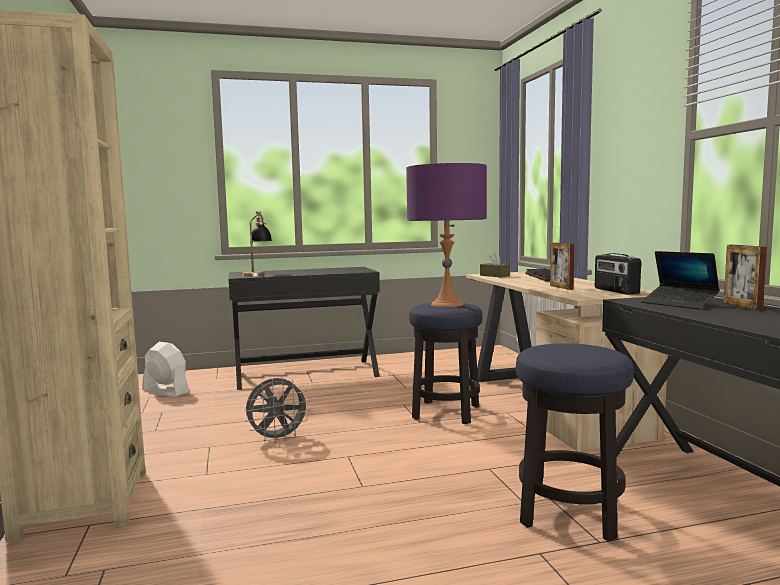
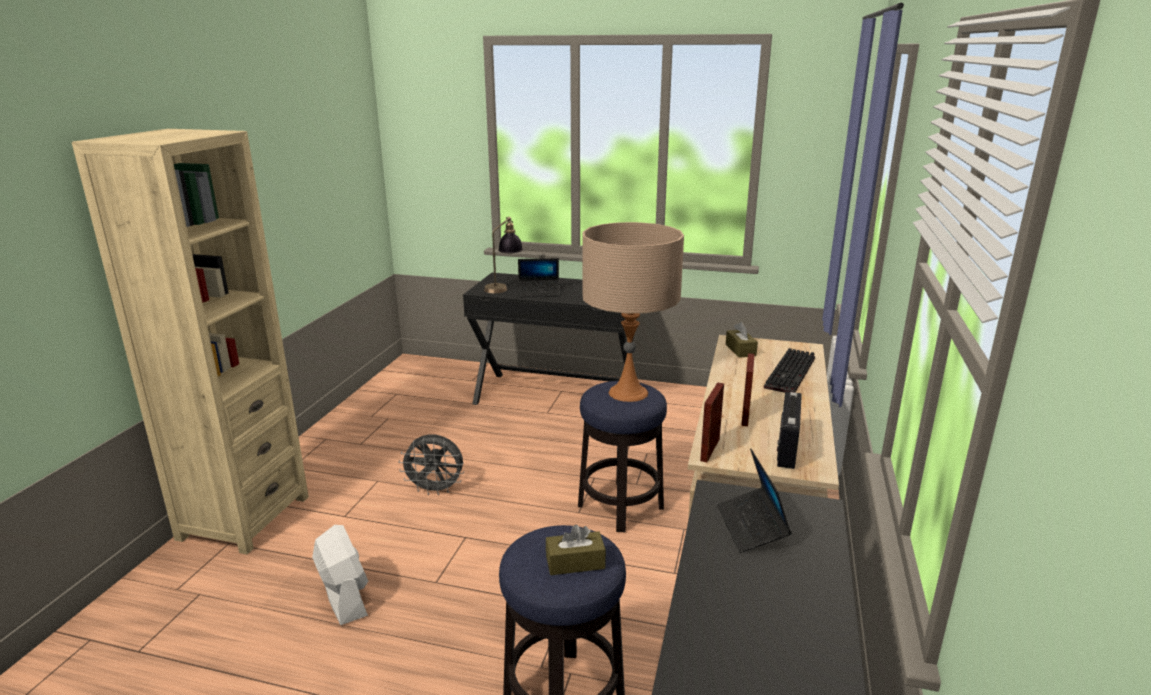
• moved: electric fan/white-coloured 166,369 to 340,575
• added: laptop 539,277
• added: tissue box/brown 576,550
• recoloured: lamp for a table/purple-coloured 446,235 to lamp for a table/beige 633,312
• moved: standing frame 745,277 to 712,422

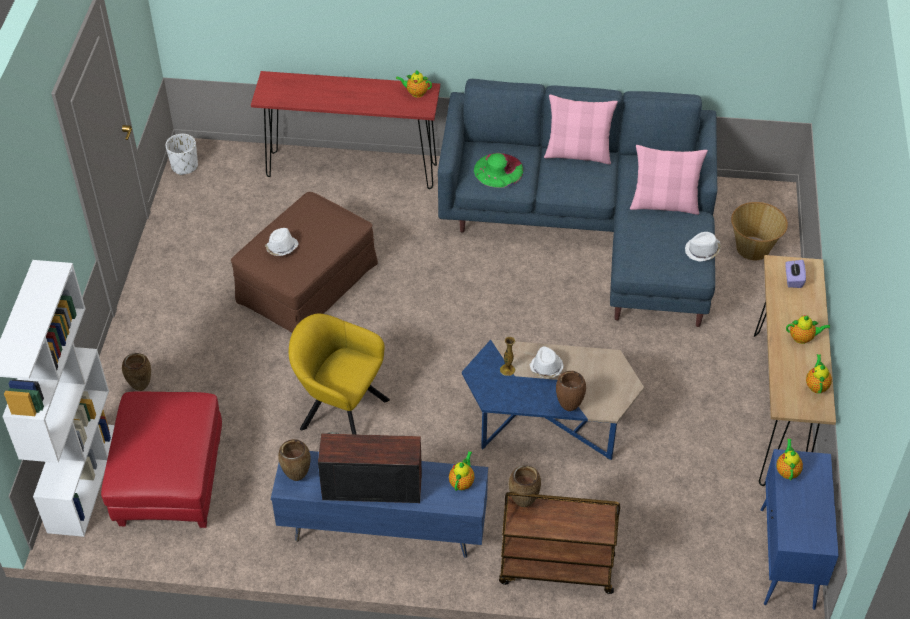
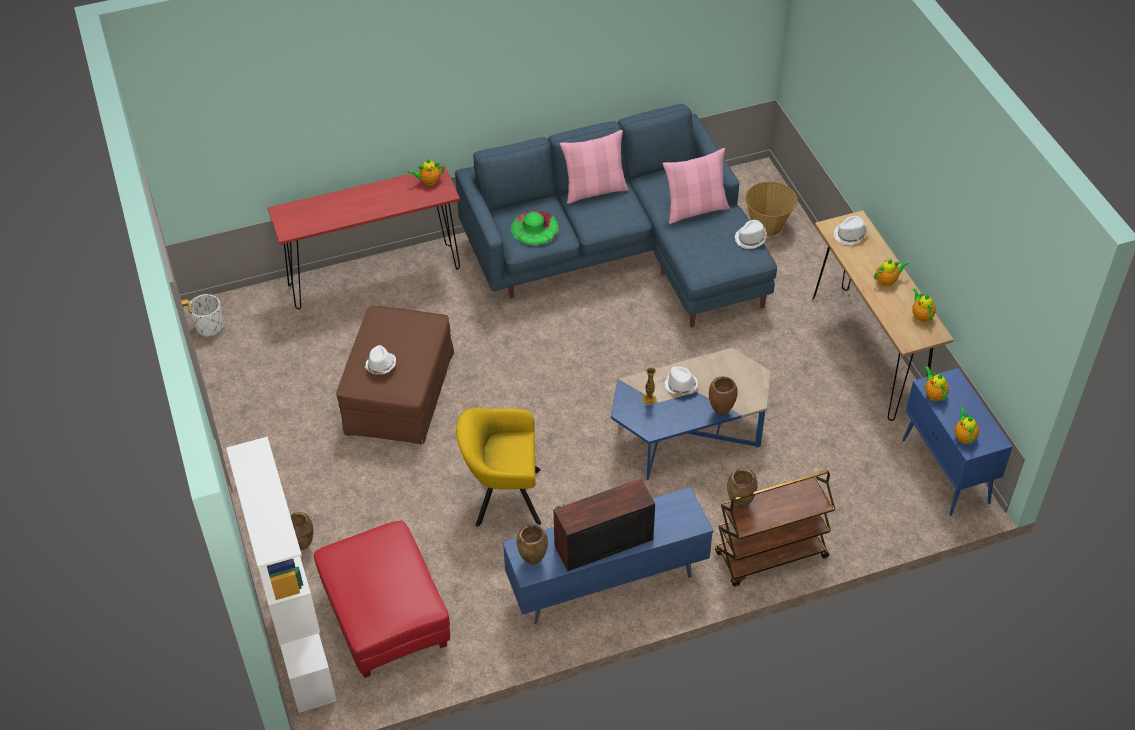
• replaced: tissue box/purple-coloured 795,274 to wearable hat/white-coloured 850,230
• moved: teapot 462,471 to 966,425

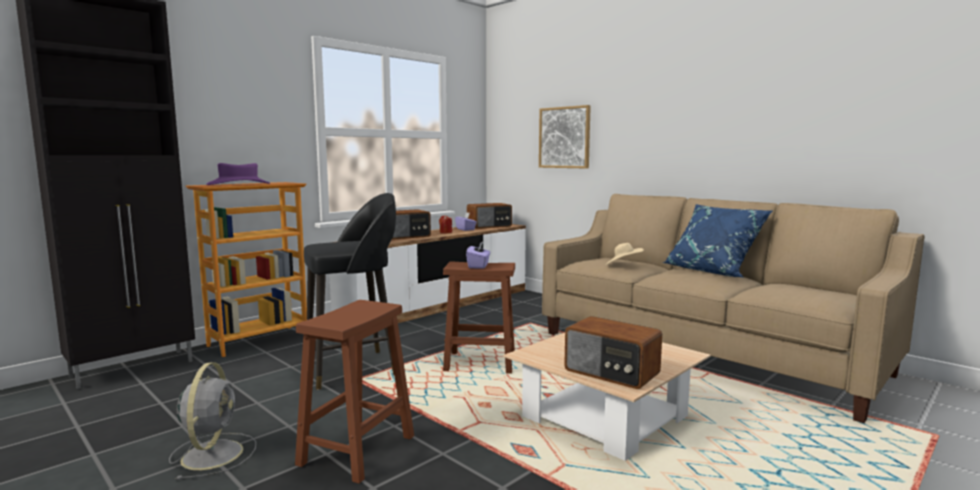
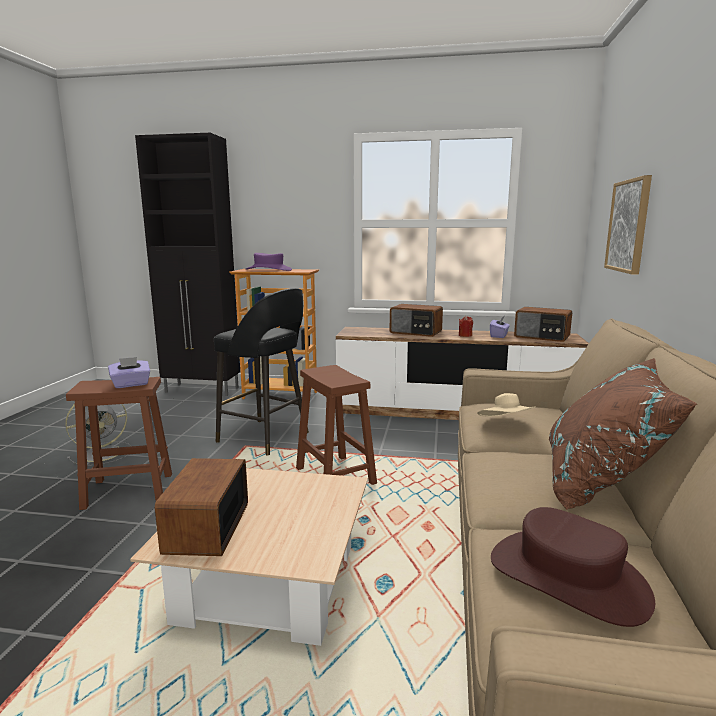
• moved: tissue box/purple-coloured 478,255 to 129,372
• added: wearable hat/brown 573,567
• recoloured: cushion/bluish 718,241 to cushion/brown 623,434

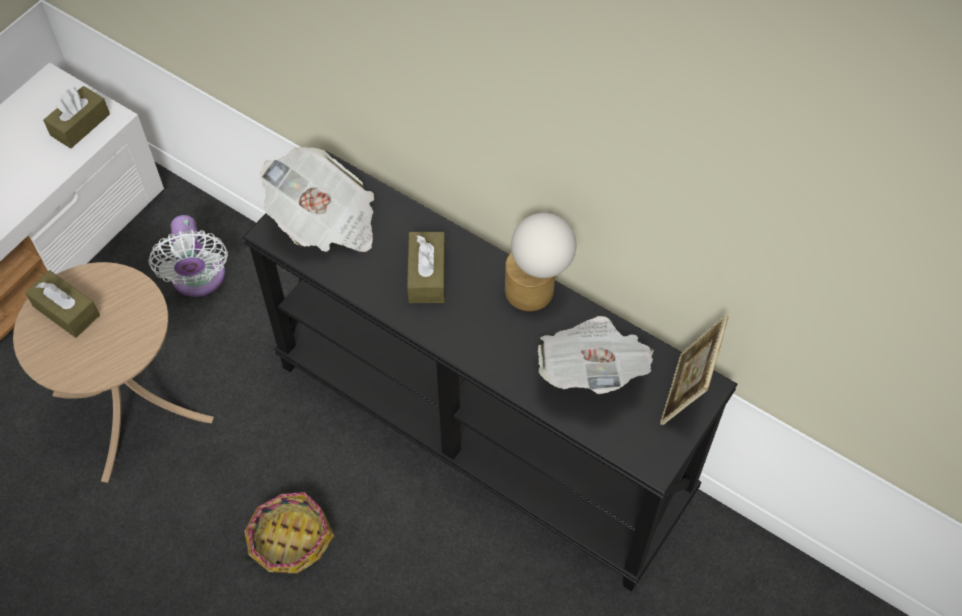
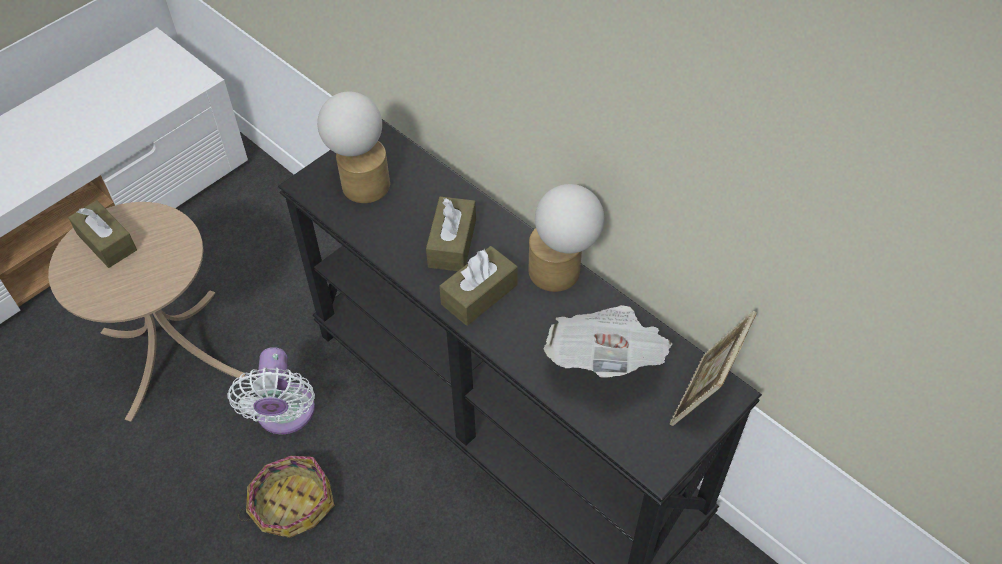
• moved: electric fan/white-coloured 188,256 to 271,391
• replaced: daily paper 317,199 to lamp for a table 353,147
• moved: tissue box/brown 76,117 to 478,286

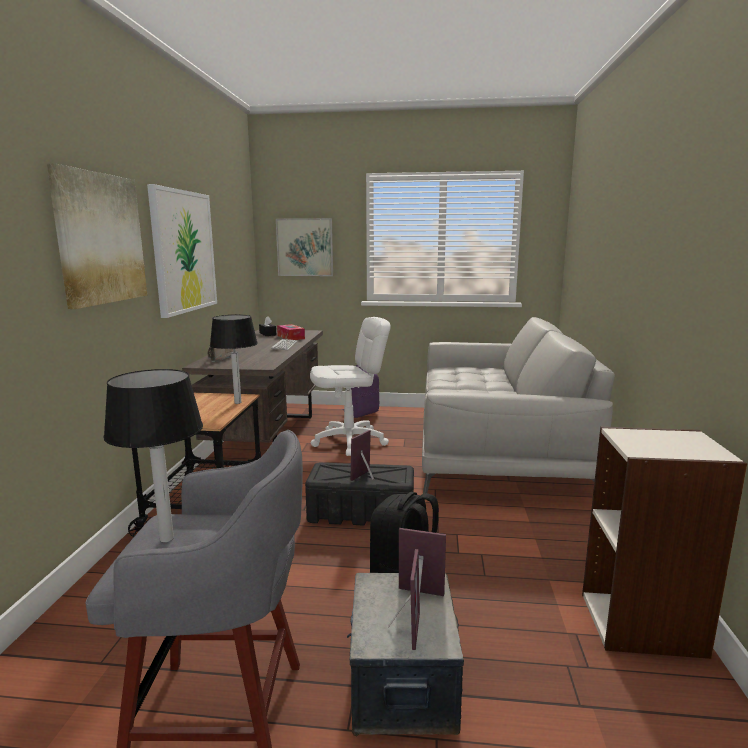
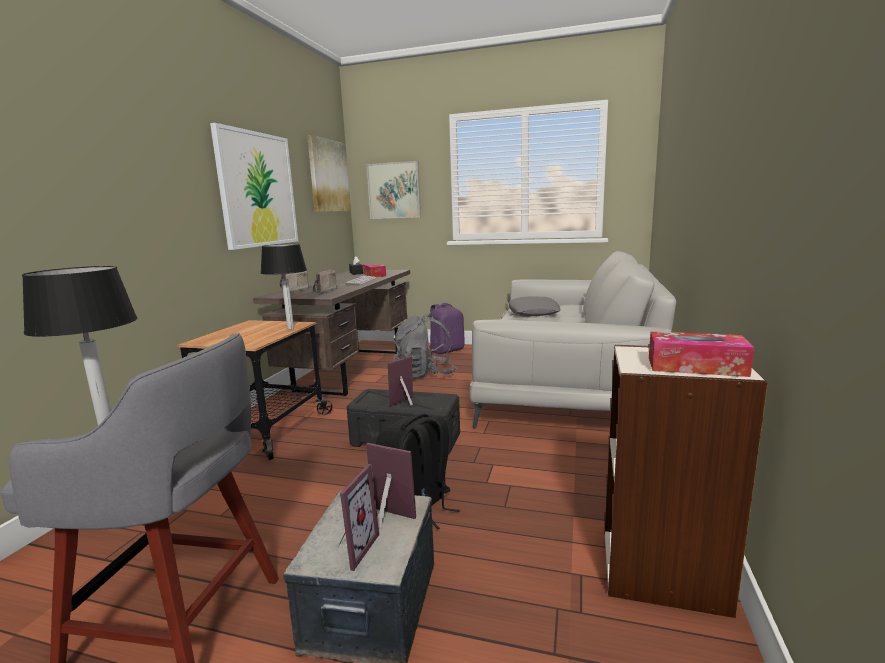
• moved: picture 97,236 to 329,173
• added: radio 325,282
• replaced: office chair/white-coloured 350,386 to knapsack/grey 425,346
• added: cushion/grey 534,306
• added: tissue box 701,354

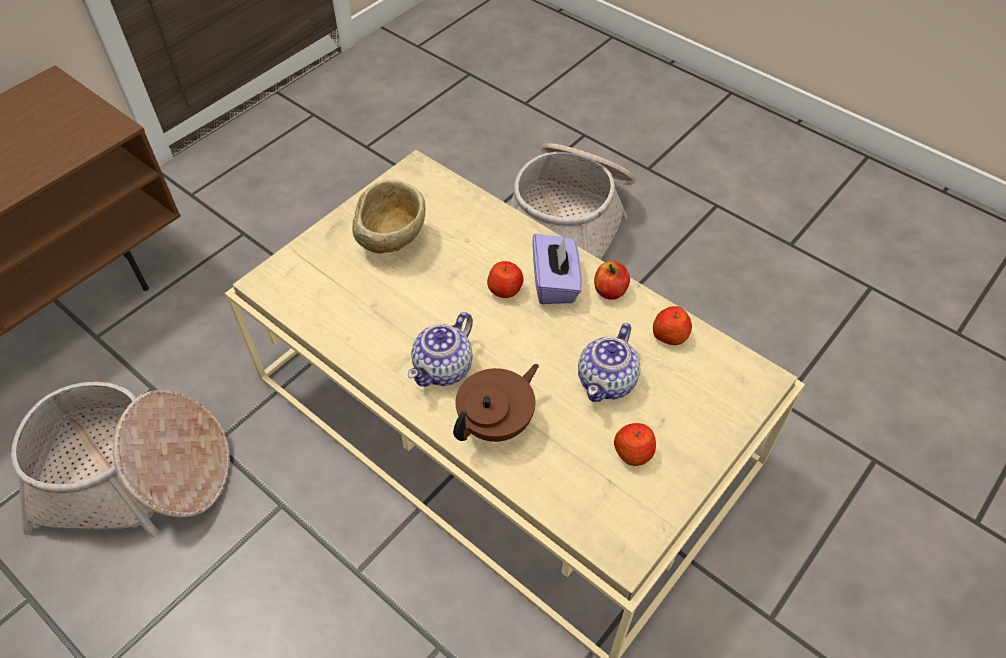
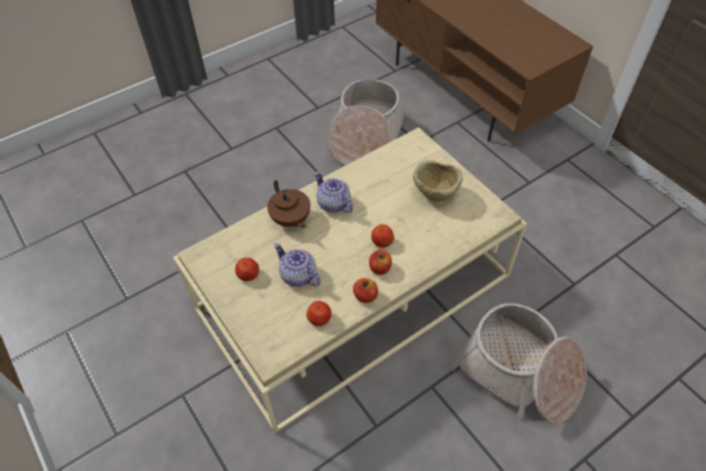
• replaced: tissue box/purple-coloured 557,268 to apple 380,262

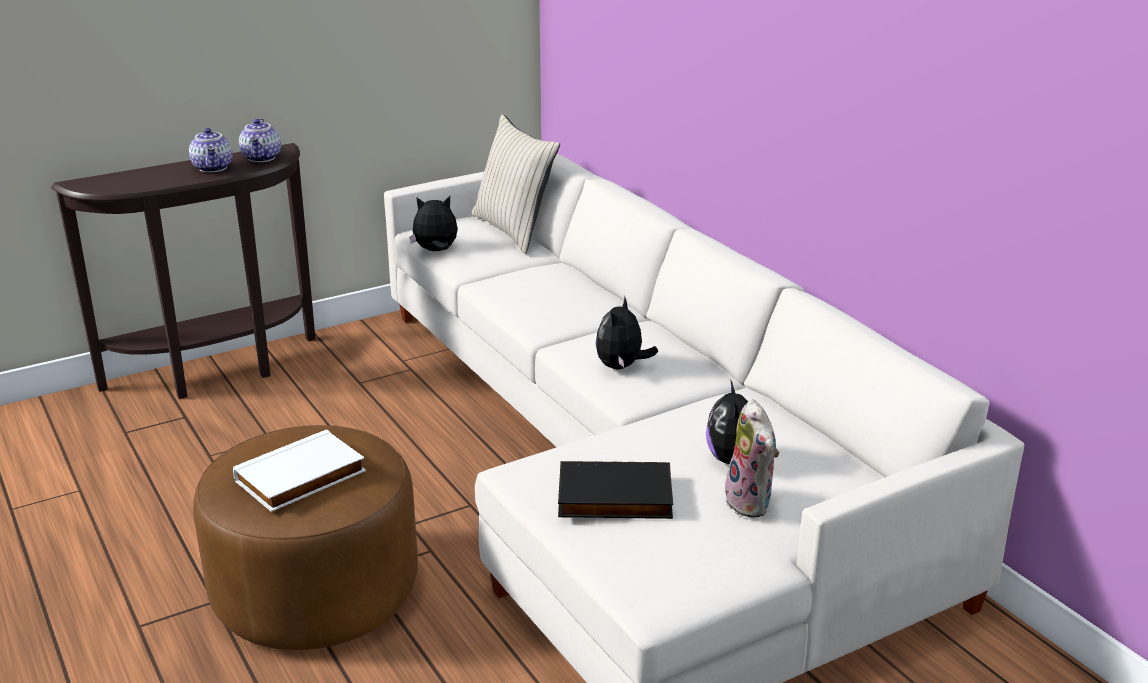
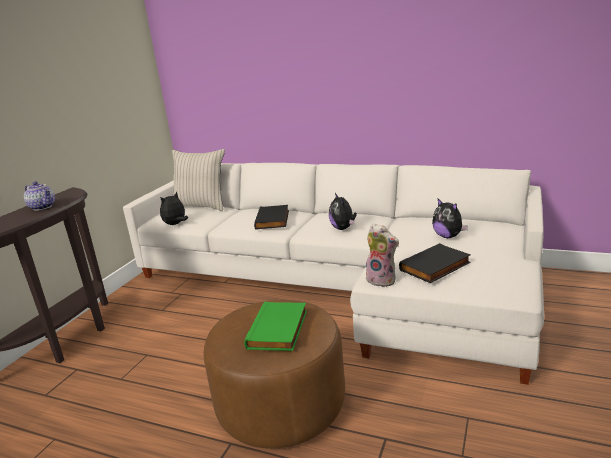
• recoloured: bound book/white-coloured 299,471 to bound book/green 275,326
• added: bound book/blackish 271,217
• moved: soft toy 752,458 to 382,255
• removed: teapot 260,140

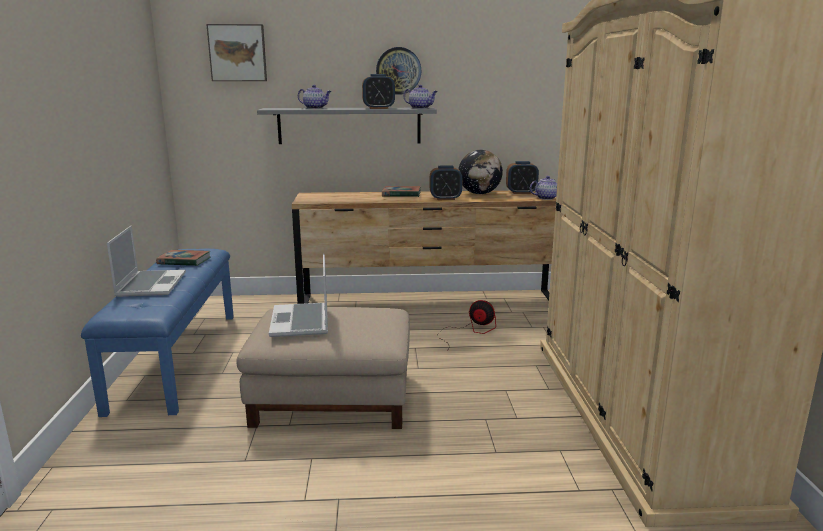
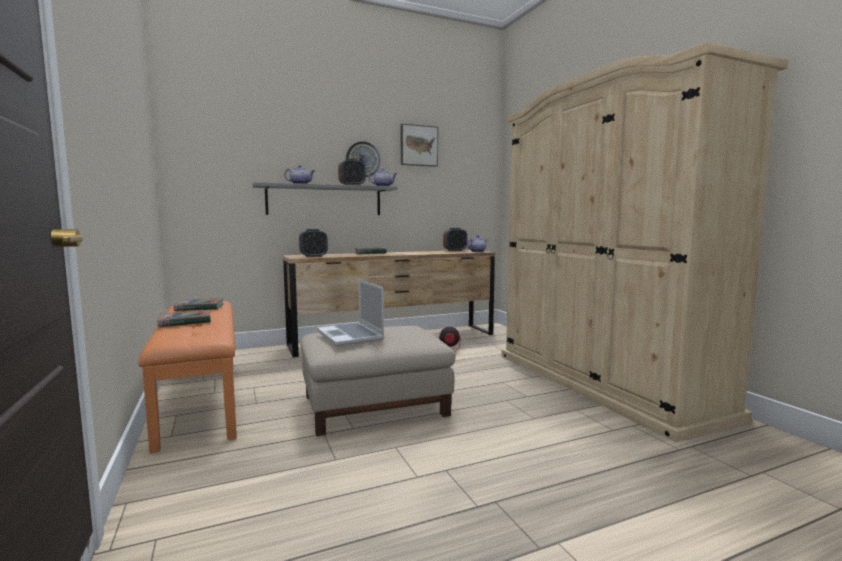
• recoloured: indoor bench/bluish 157,333 to indoor bench/orange 188,377
• replaced: laptop 146,261 to bound book 184,318
• moved: table clock 446,182 to 313,243
• moved: picture 236,52 to 419,145
• removed: world globe 480,172

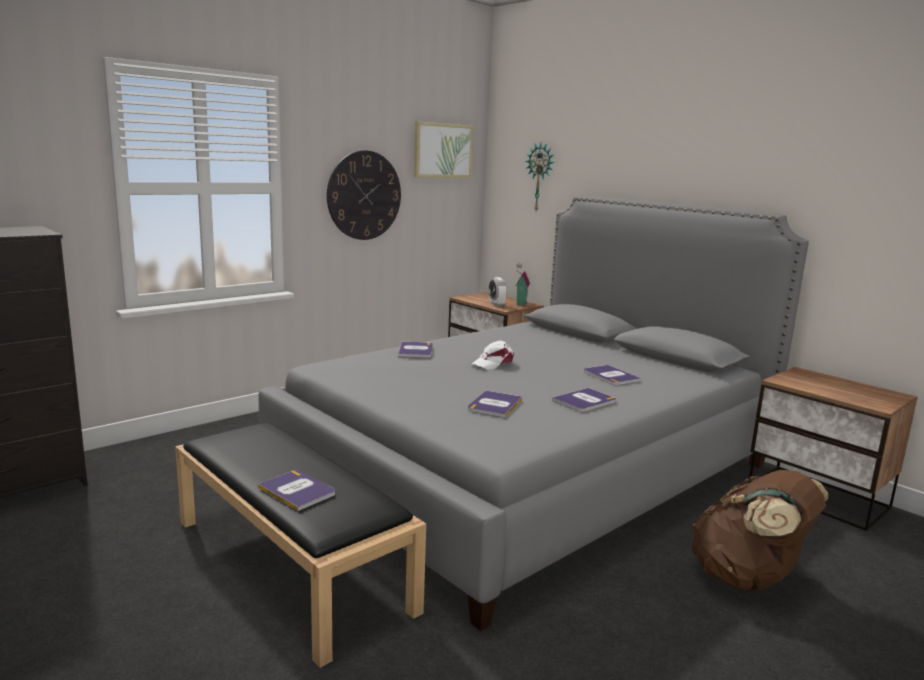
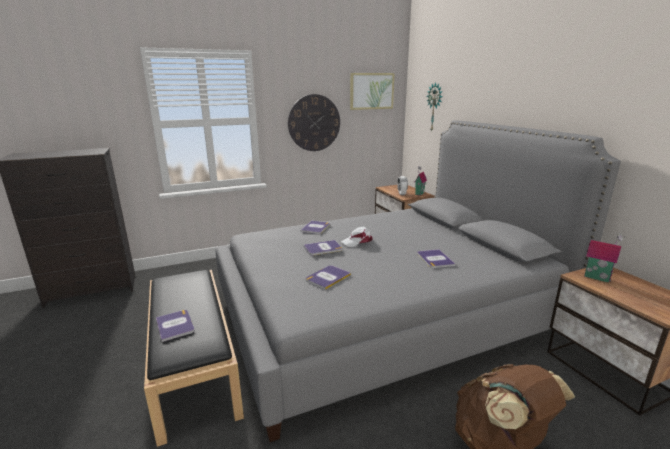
• moved: bound book 584,400 to 323,247
• added: model house 604,258

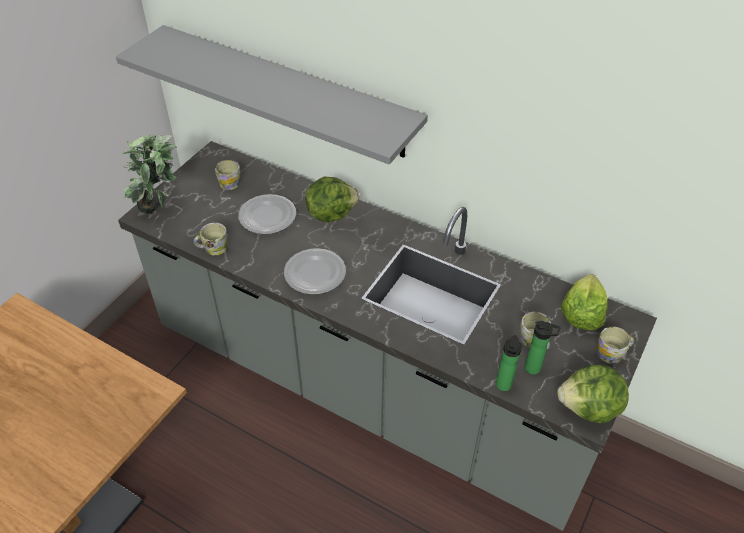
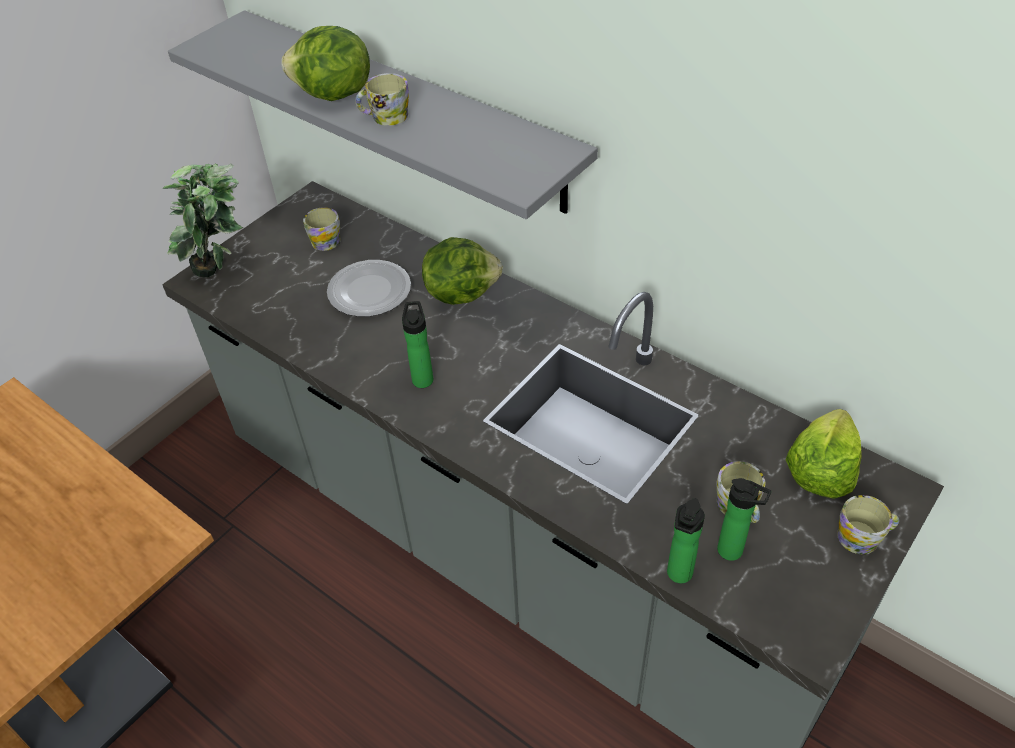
• moved: lettuce head 593,394 to 325,63
• moved: mug 210,239 to 382,99
• replaced: dinner plate 315,271 to drink bottle 417,344

